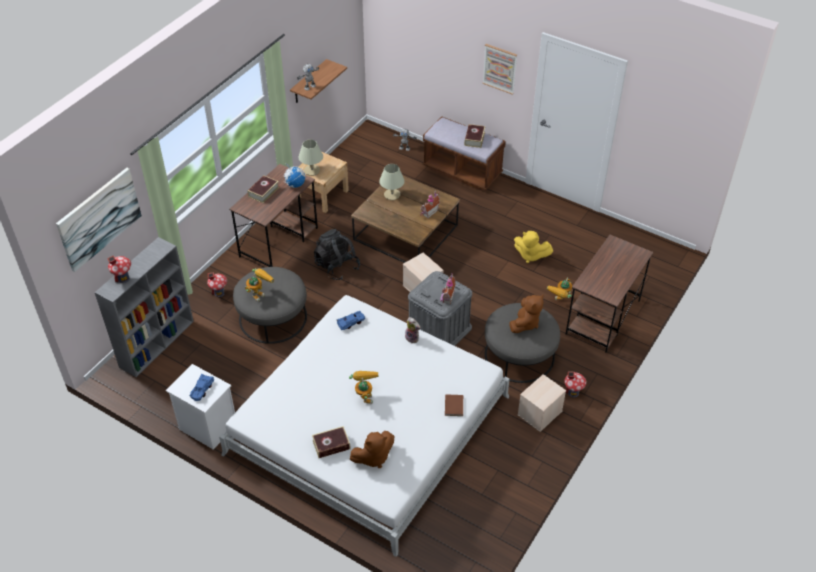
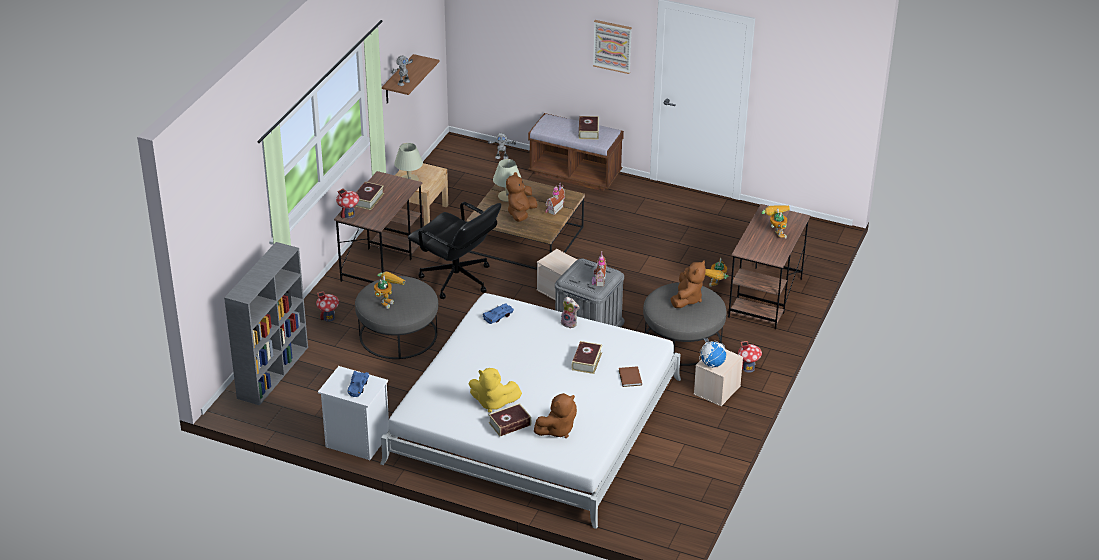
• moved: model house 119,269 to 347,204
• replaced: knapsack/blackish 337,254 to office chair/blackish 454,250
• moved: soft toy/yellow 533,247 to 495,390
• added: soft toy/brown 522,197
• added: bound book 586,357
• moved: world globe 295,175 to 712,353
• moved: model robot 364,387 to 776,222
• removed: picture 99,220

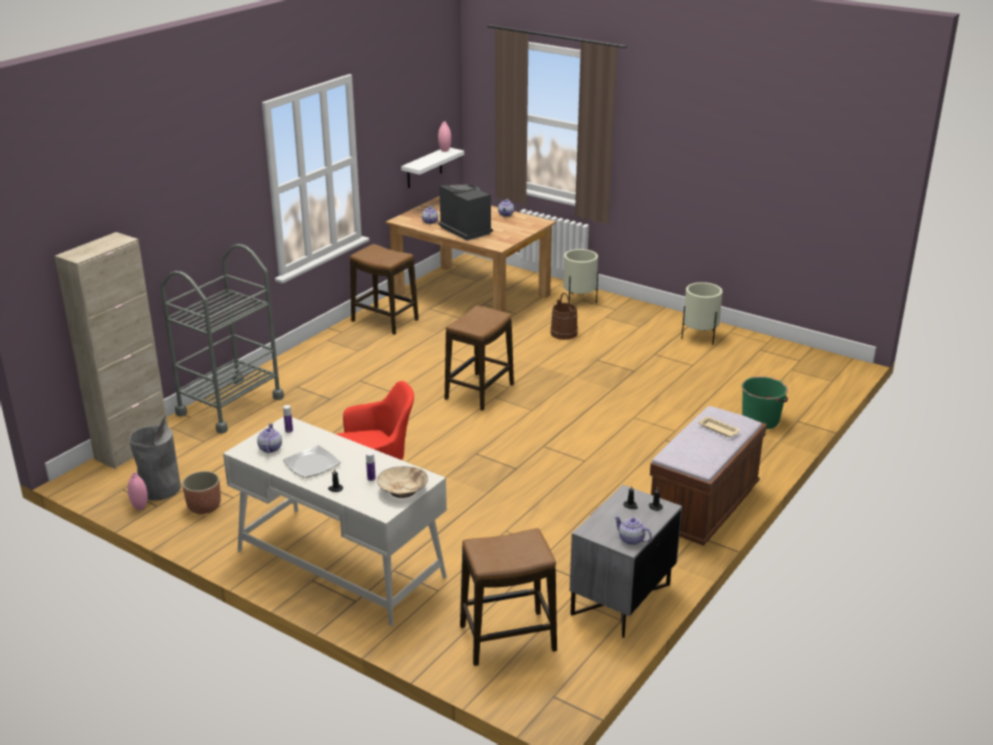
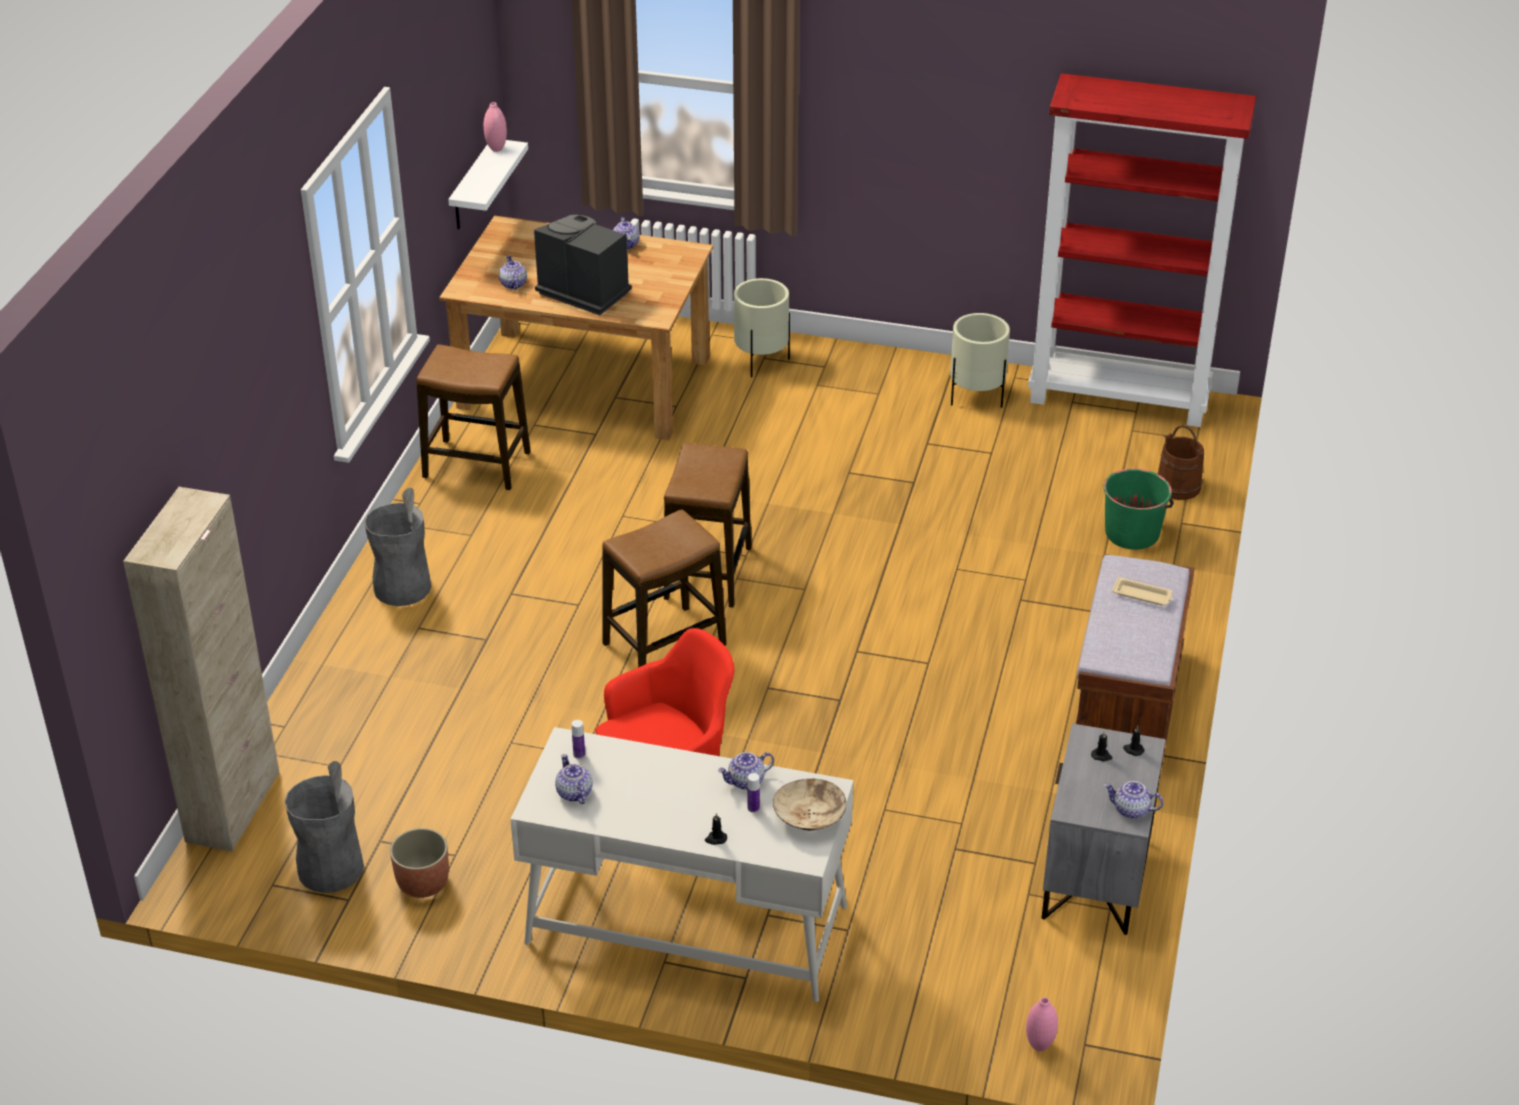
• added: trash can/grey 398,547
• moved: sitting stool 508,597 to 664,588
• added: teapot 746,771
• moved: decorative vase/pink 138,491 to 1042,1024
• added: bookcase/reddish 1142,250
• moved: bucket/brown 564,316 to 1181,462
• removed: wheeled cart/grey 222,339
• removed: dinner plate 312,461

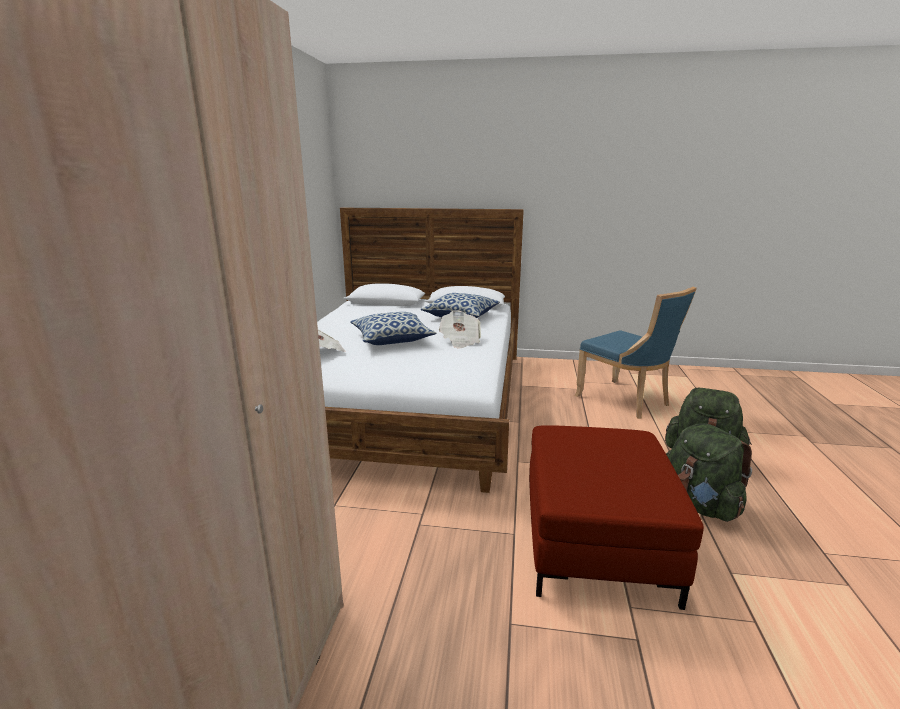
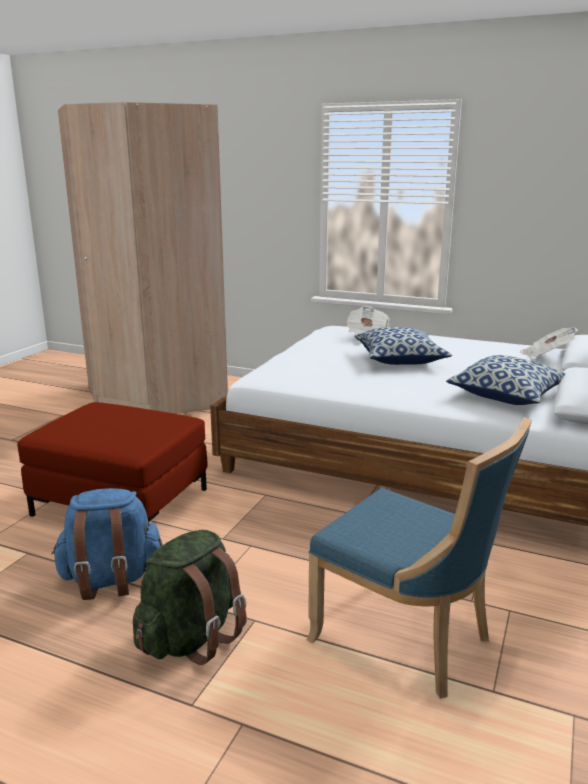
• recoloured: knapsack/green 709,472 to knapsack/bluish 107,544
• turned: upright chair/bluish 635,353 = 419,558 120 degrees counterclockwise
• moved: daily paper 460,329 to 549,342

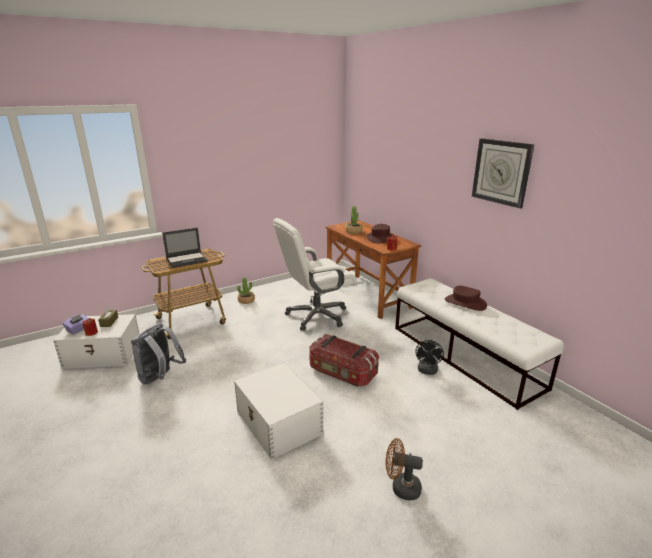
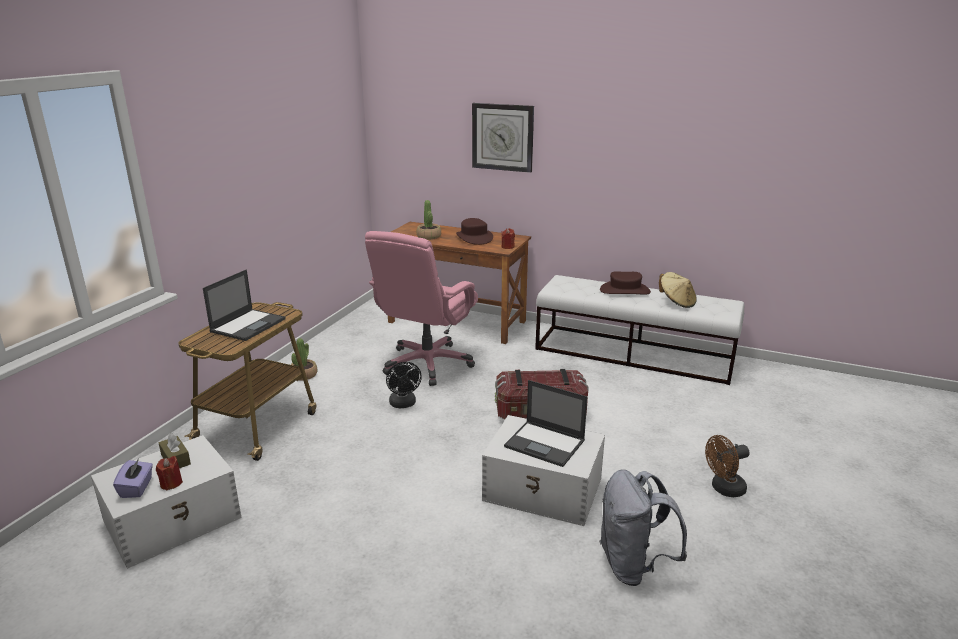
• recoloured: office chair/white-coloured 315,274 to office chair/pink 421,308
• moved: electric fan/blackish 429,357 to 404,385
• moved: clock on the wall 503,173 to 503,138
• added: laptop 546,423
• moved: knapsack/grey 158,353 to 643,527
• added: wearable hat/beige 678,290

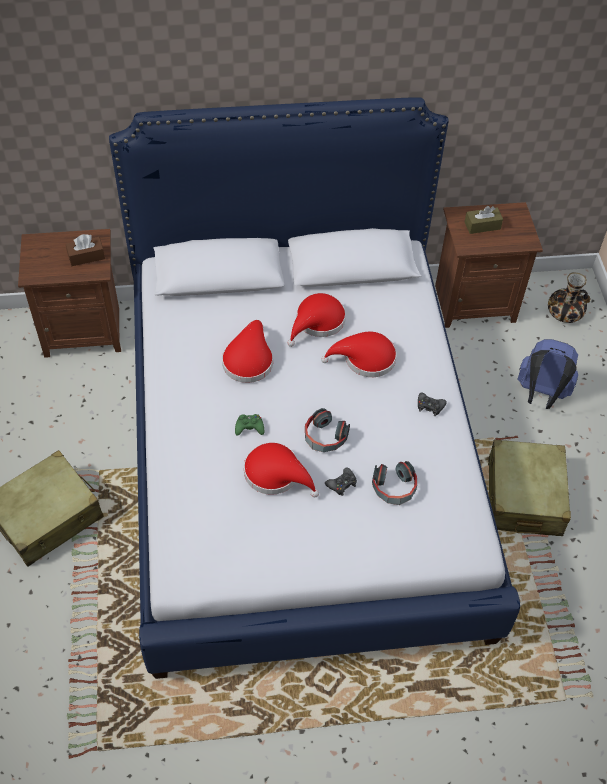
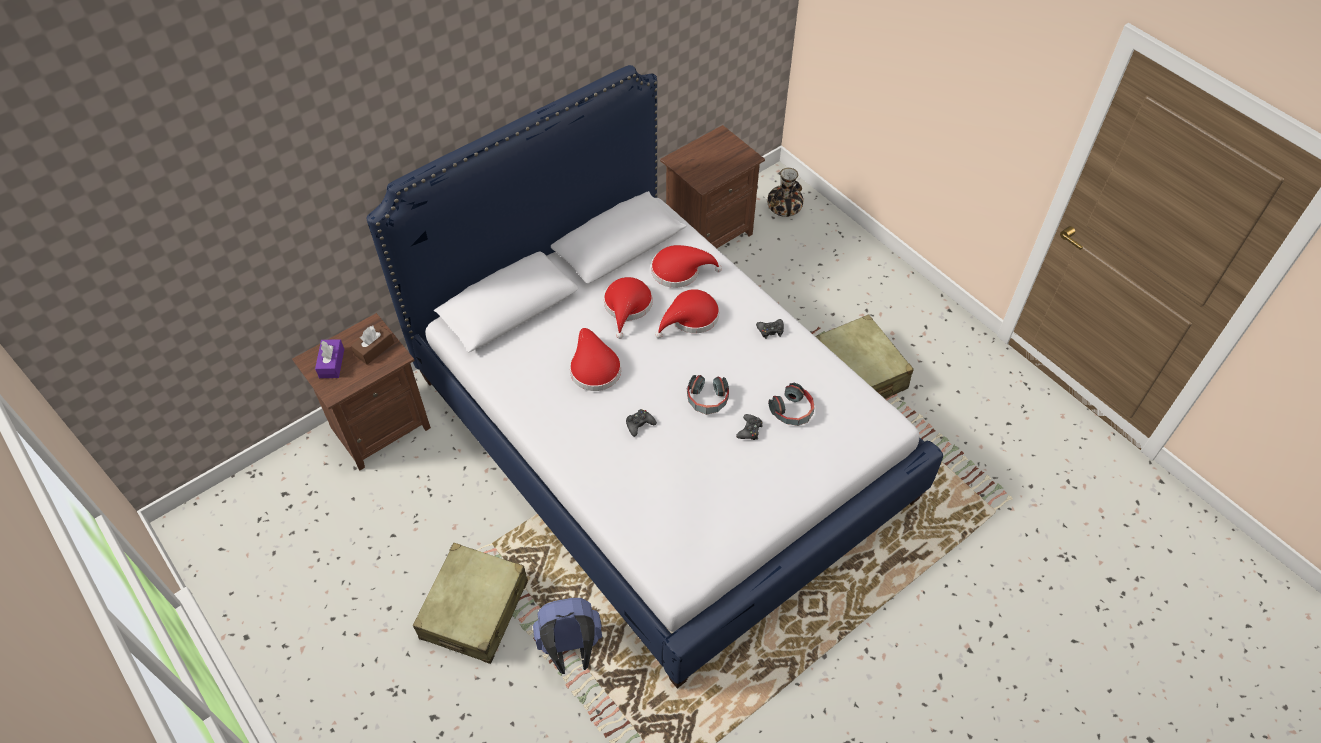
• added: tissue box/purple-coloured 329,358
• moved: knapsack/bluish 548,374 to 567,636
• recoloured: game controller/green 249,425 to game controller/blackish 641,423
• moved: wearable hat/reddish 281,470 to 686,266
• removed: tissue box/brown 484,220

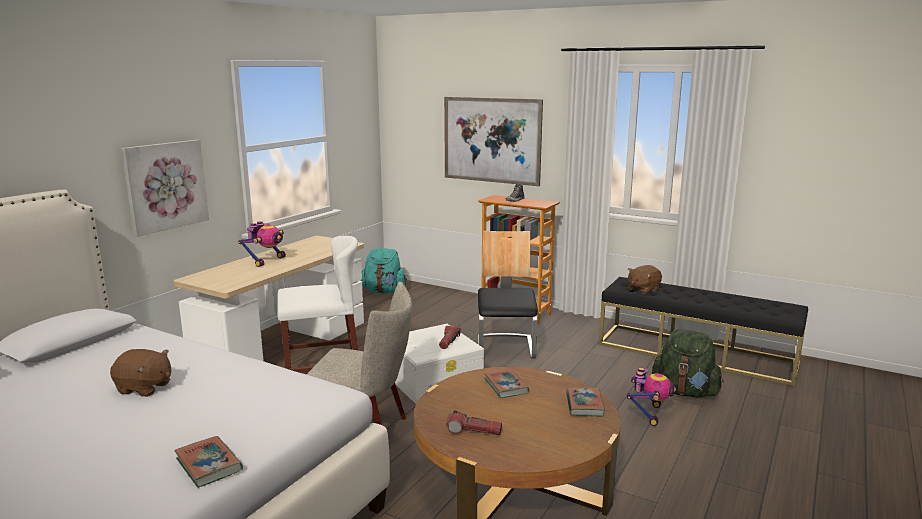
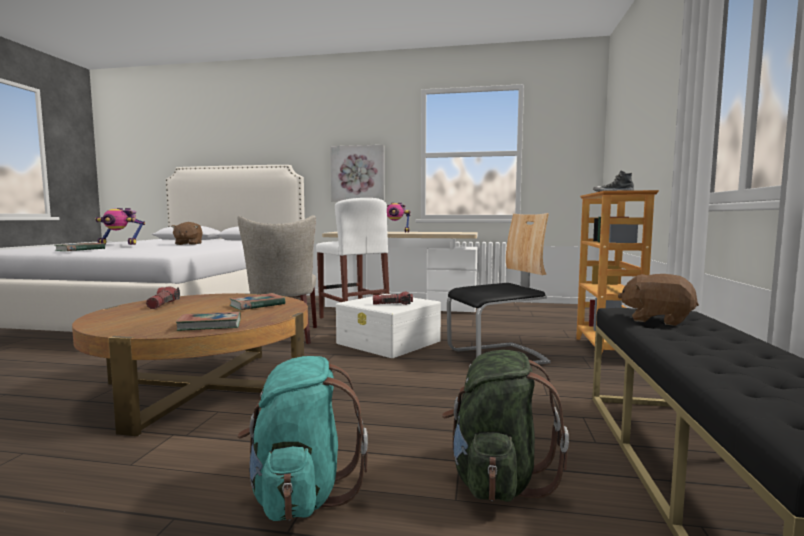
• moved: model robot 651,397 to 120,226
• moved: knapsack/turquoise-coloured 384,271 to 302,438
• removed: picture 493,141

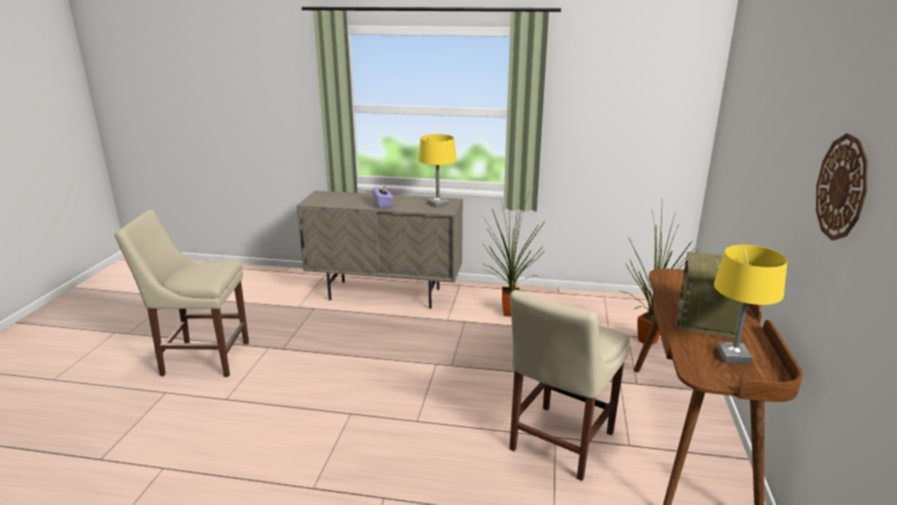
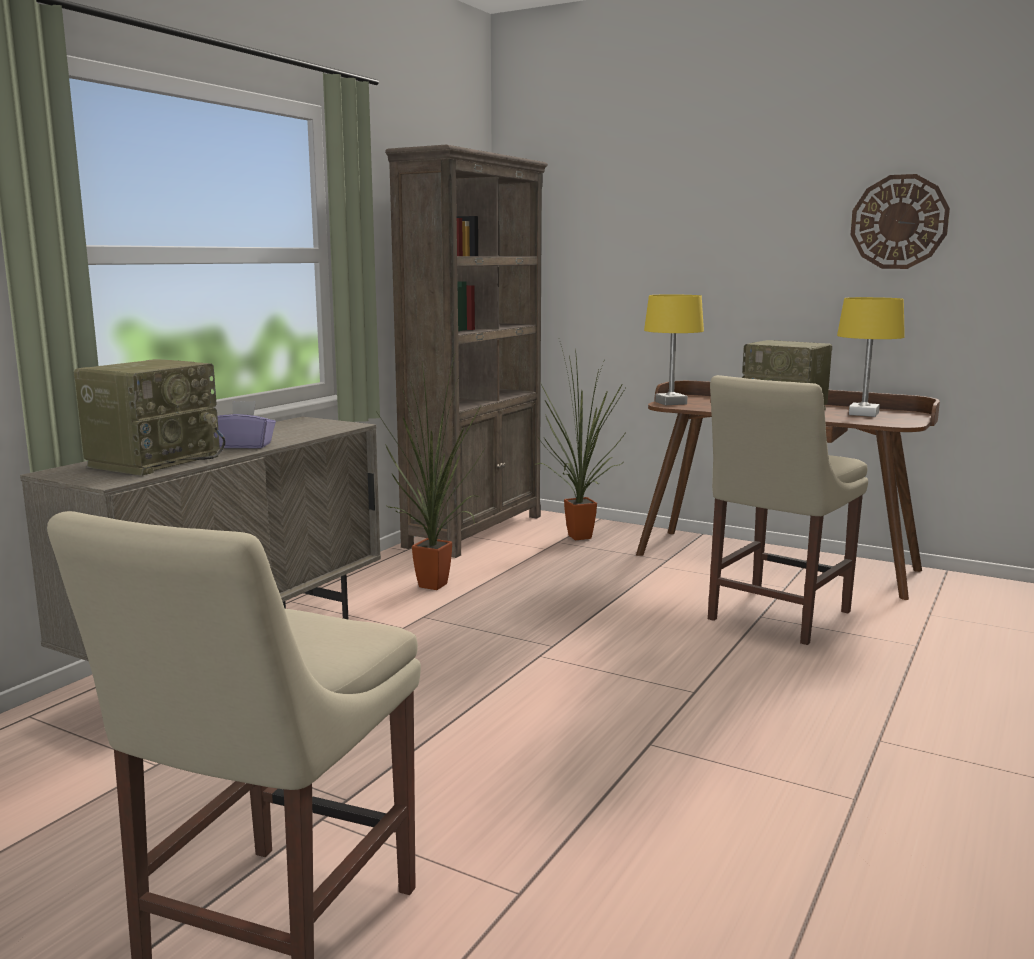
• added: radio 149,417
• added: bookcase/brown 466,351
• moved: lamp for a table/yellow 437,171 to 674,349
• turned: upright chair/beige 569,385 = 788,510 75 degrees clockwise

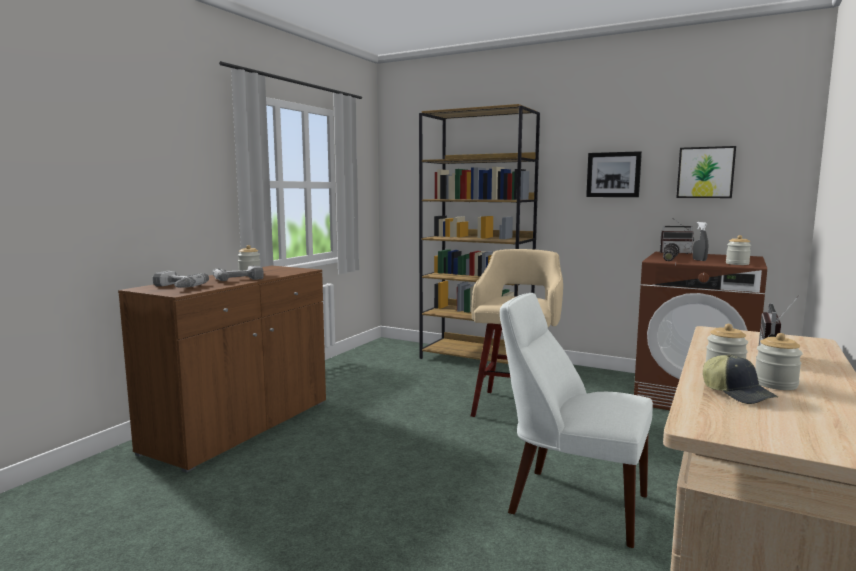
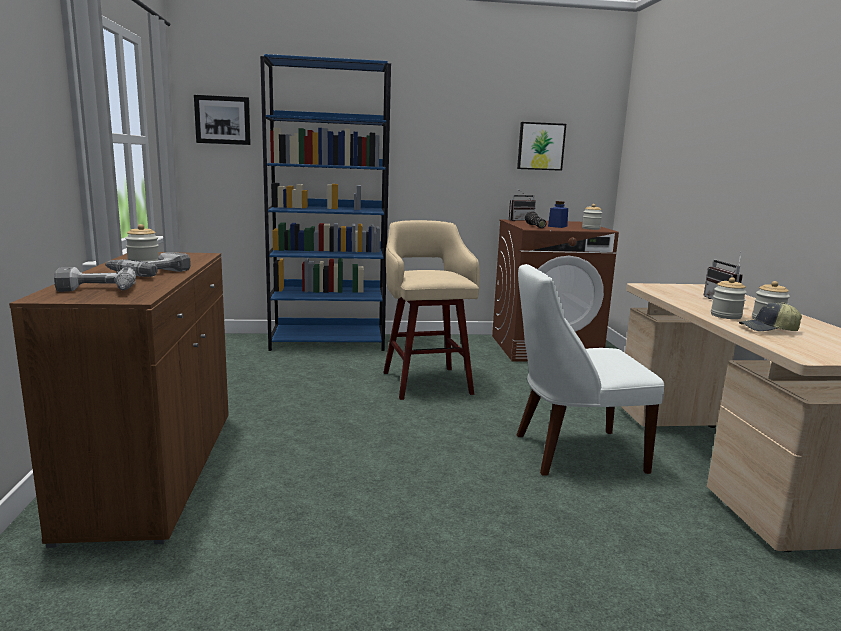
• moved: picture 614,174 to 222,120
• recoloured: bookcase/brown 479,234 to bookcase/bluish 325,202
• replaced: sprayer/grey 700,241 to storage jar/bluish 558,214
• turned: peaked cap 740,379 = 770,316 150 degrees clockwise

